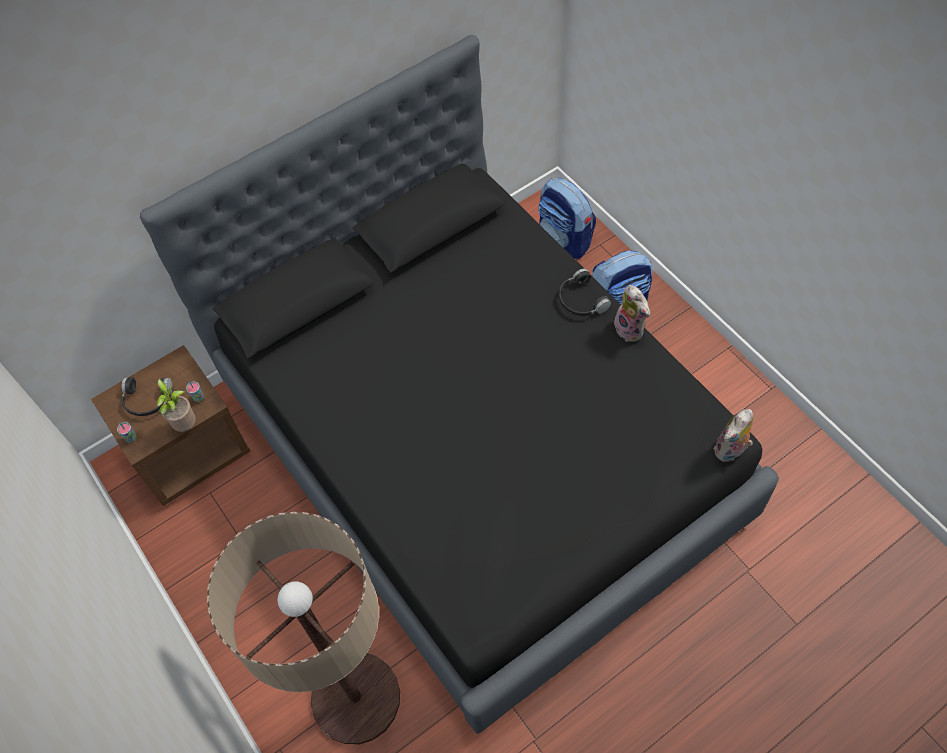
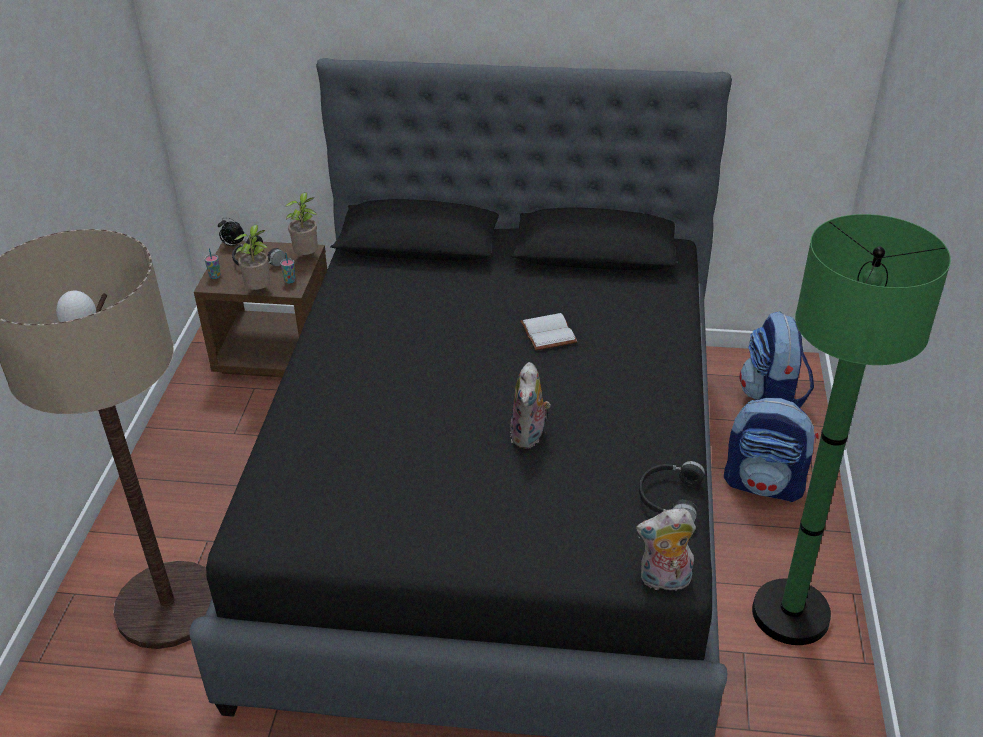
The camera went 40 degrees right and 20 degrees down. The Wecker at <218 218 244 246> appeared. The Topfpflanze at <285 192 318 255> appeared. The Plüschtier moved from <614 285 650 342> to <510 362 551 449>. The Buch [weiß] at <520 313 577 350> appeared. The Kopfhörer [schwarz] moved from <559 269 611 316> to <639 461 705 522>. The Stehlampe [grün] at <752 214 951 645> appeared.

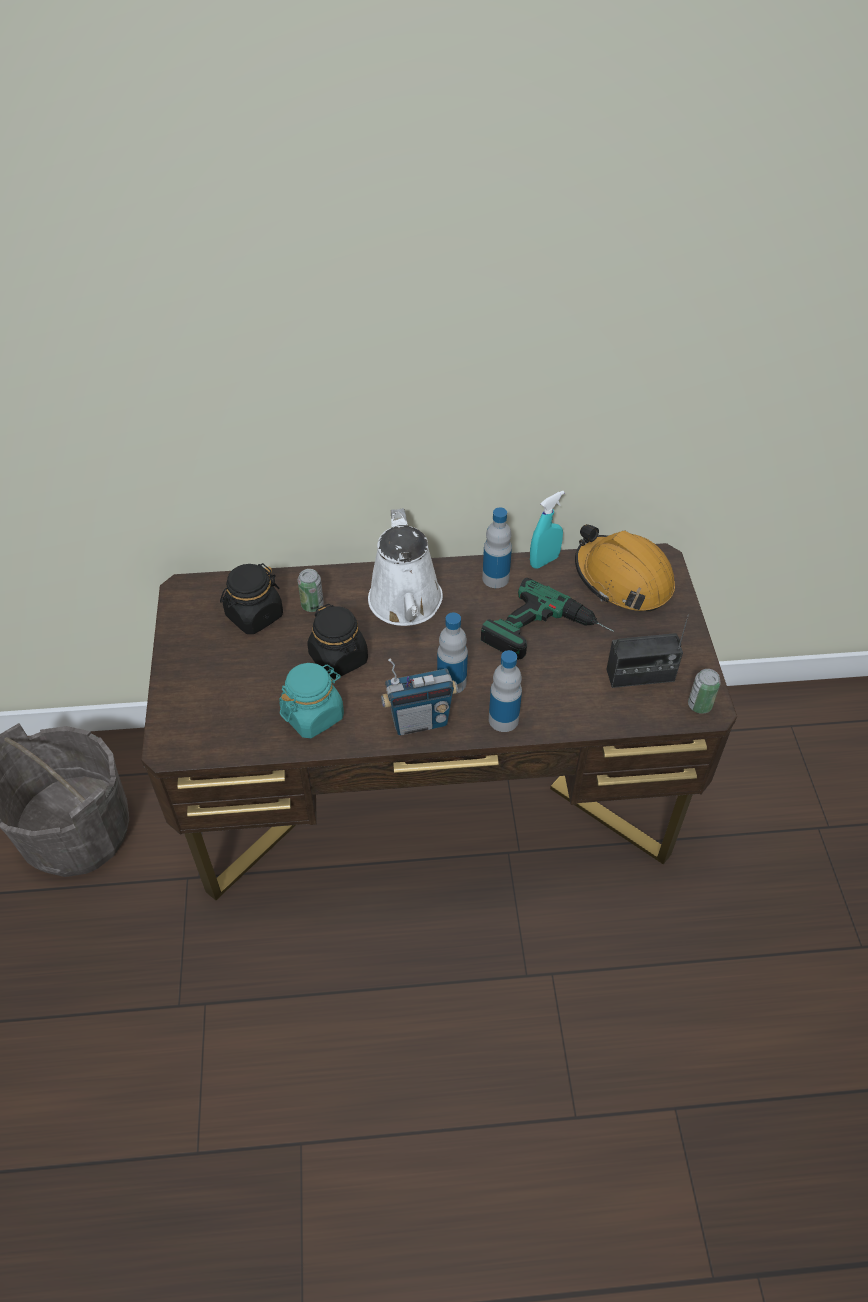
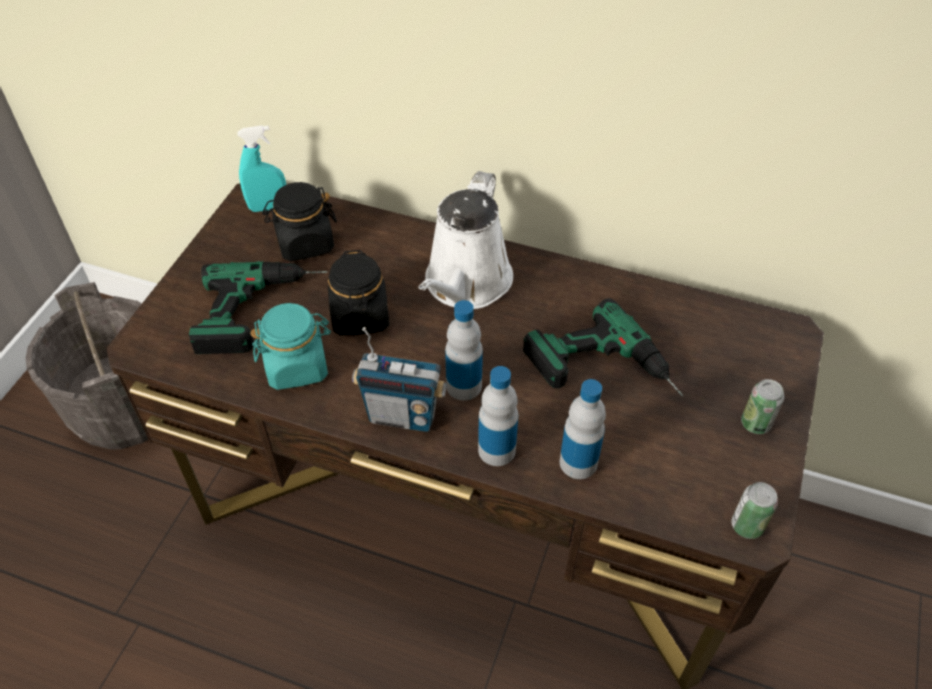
The camera went 25 degrees right and 0 degrees up. The Bohrmaschine at <189 261 328 354> appeared. The Sprühflasche [türkis] moved from <530 491 564 568> to <237 125 286 212>. The Flasche moved from <482 507 512 588> to <559 379 606 479>. The Dose moved from <298 569 324 612> to <741 379 784 434>. The Schutzhelm [orange] at <575 524 675 612> disappeared. The Radio at <606 614 689 688> disappeared.

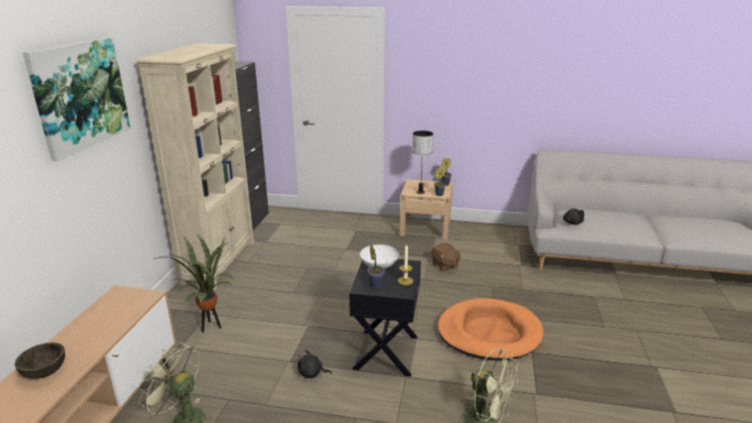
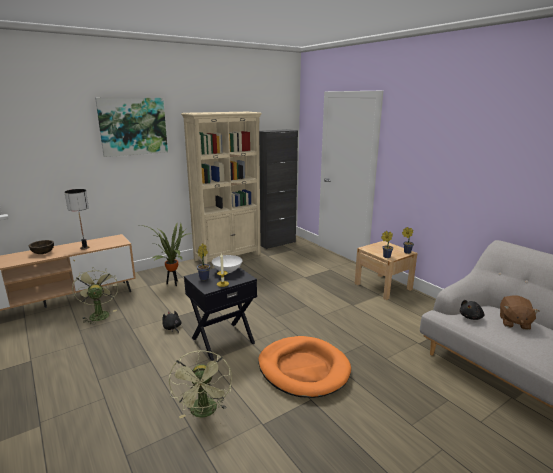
The camera went 45 degrees right and 5 degrees down. The Tischlampe moved from <412 131 433 194> to <64 189 90 250>. The Plüschtier [braun] moved from <431 243 461 271> to <500 295 540 330>.

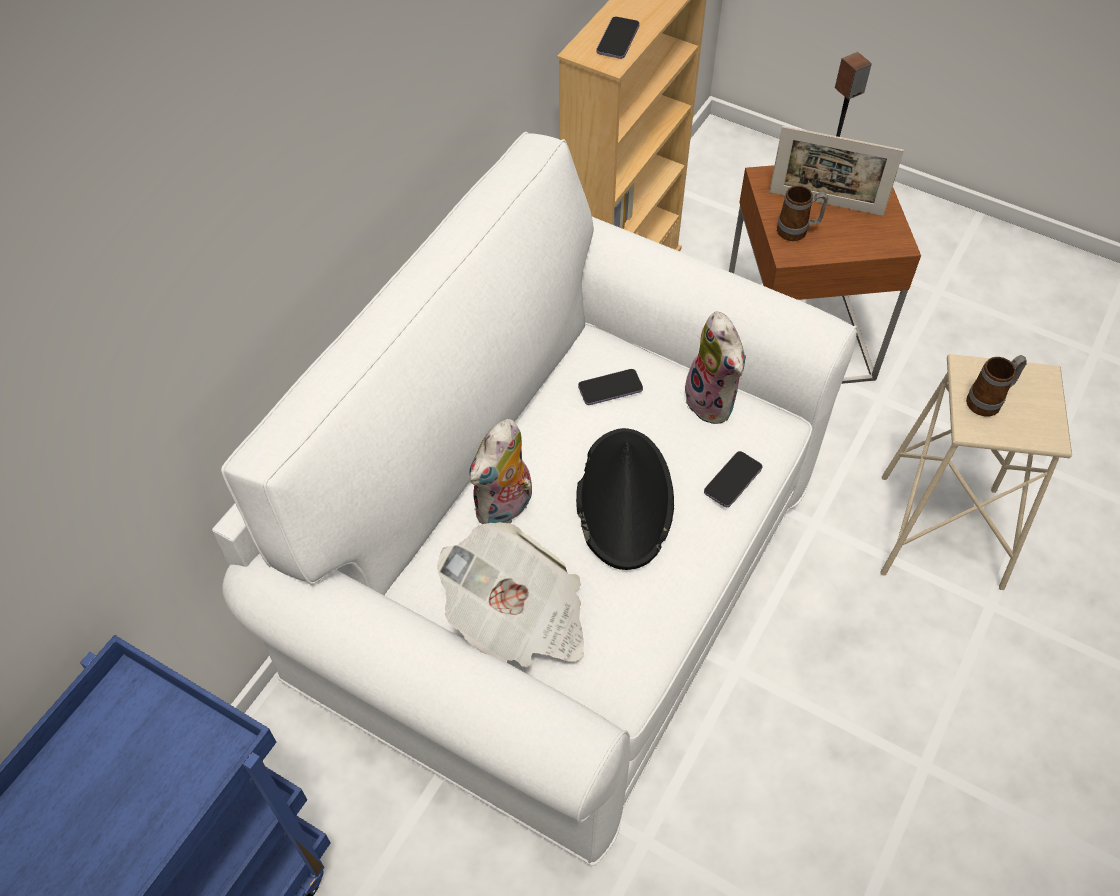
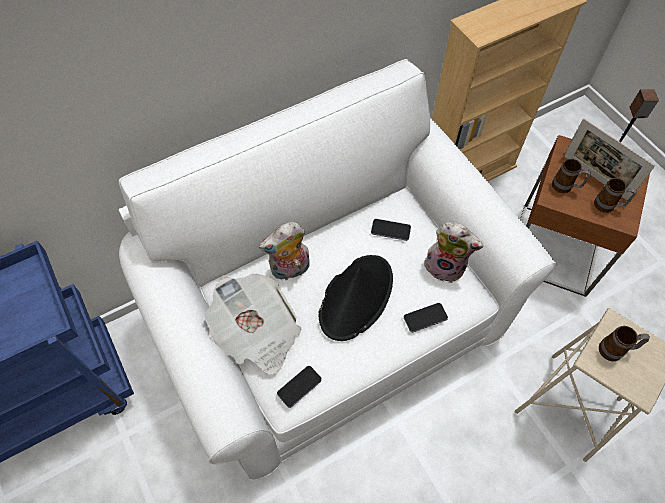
The camera went 30 degrees right and 5 degrees up. The Handy moved from <596 17 640 59> to <277 366 322 408>. The Plüschtier at <685 311 746 424> turned 75 degrees counterclockwise. The Henkelbecher at <594 178 636 213> appeared.

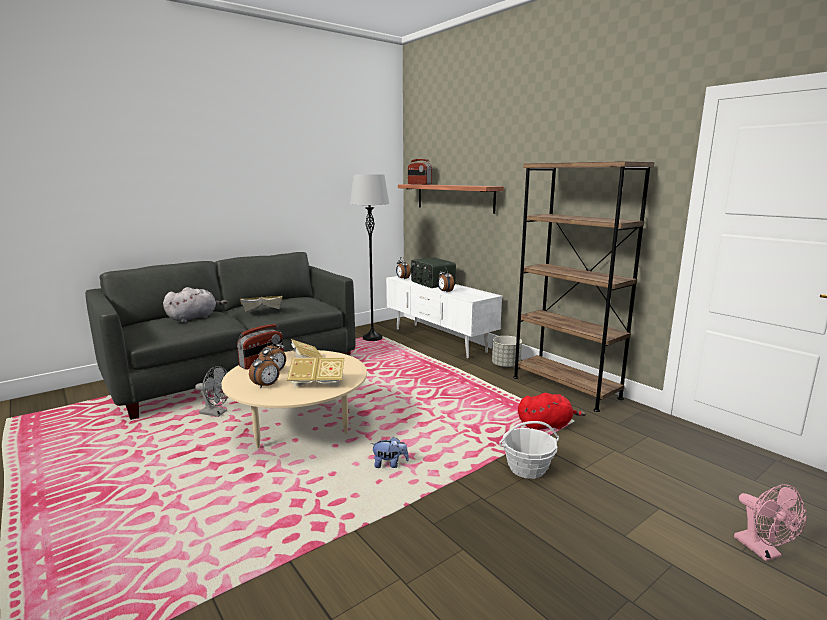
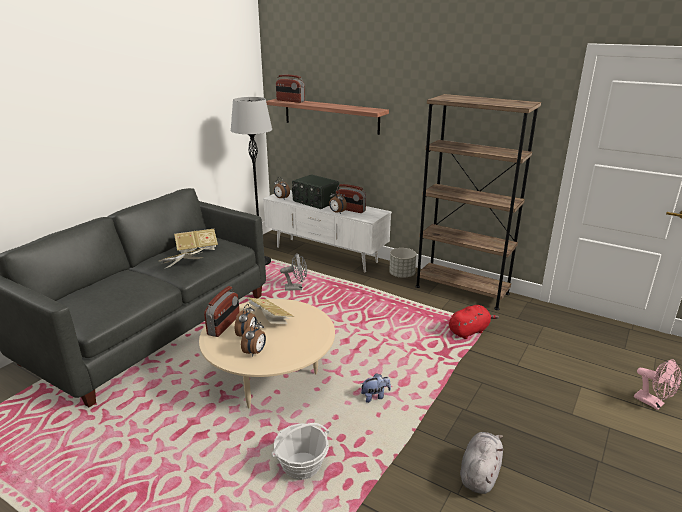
The camera went 20 degrees left and 10 degrees up. The Buch moved from <287 357 344 387> to <174 229 218 254>. The Korb moved from <499 421 559 479> to <271 423 329 480>. The Ventilator [grau] moved from <195 366 228 417> to <280 253 307 291>. The Radio at <336 184 366 213> appeared. The Plüschtier [grau] moved from <163 287 227 323> to <460 432 503 494>.

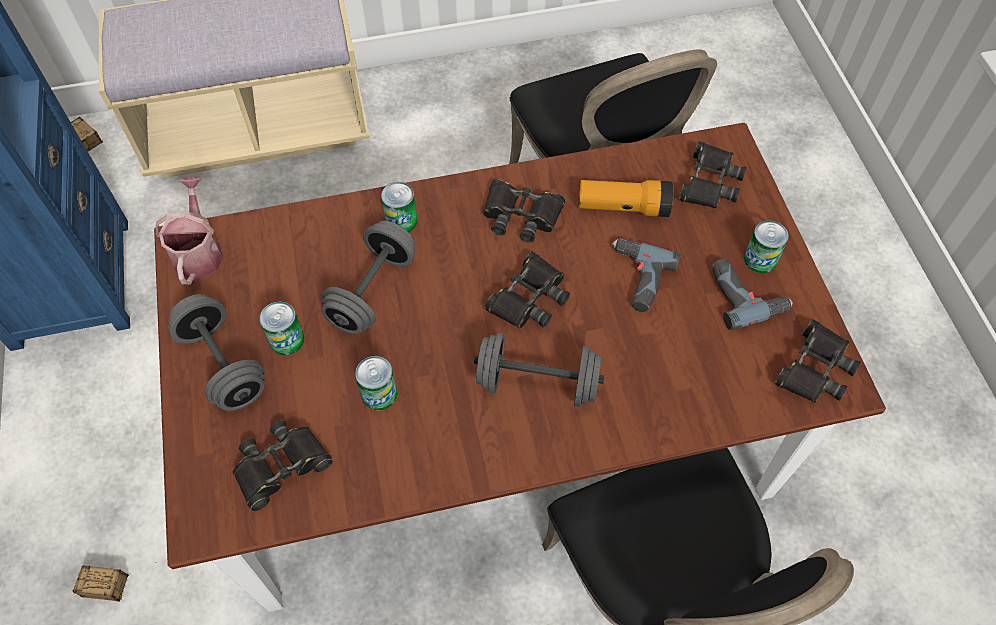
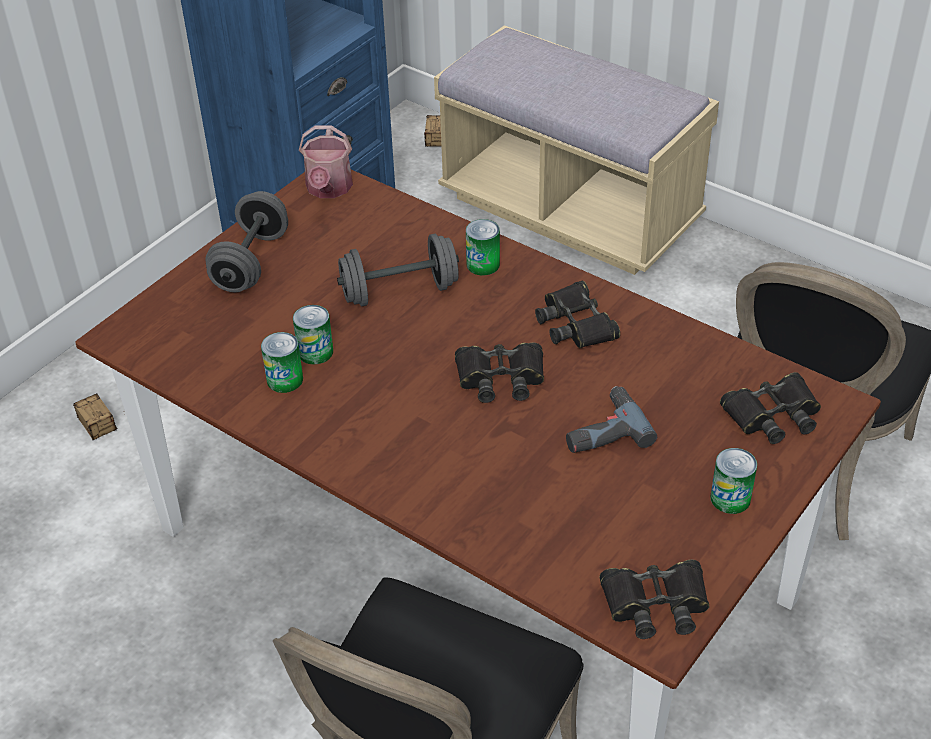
The camera went 50 degrees right and 15 degrees down. The Dose moved from <259 301 304 355> to <261 332 303 393>. The Gießkanne at <156 177 223 285> turned 135 degrees clockwise. The Fernglas [schwarz] at <232 420 333 511> disappeared. The Hantel [grau] at <474 333 604 407> disappeared. The Taschenlampe at <579 180 673 217> disappeared. The Bohrmaschine at <712 258 793 330> disappeared.

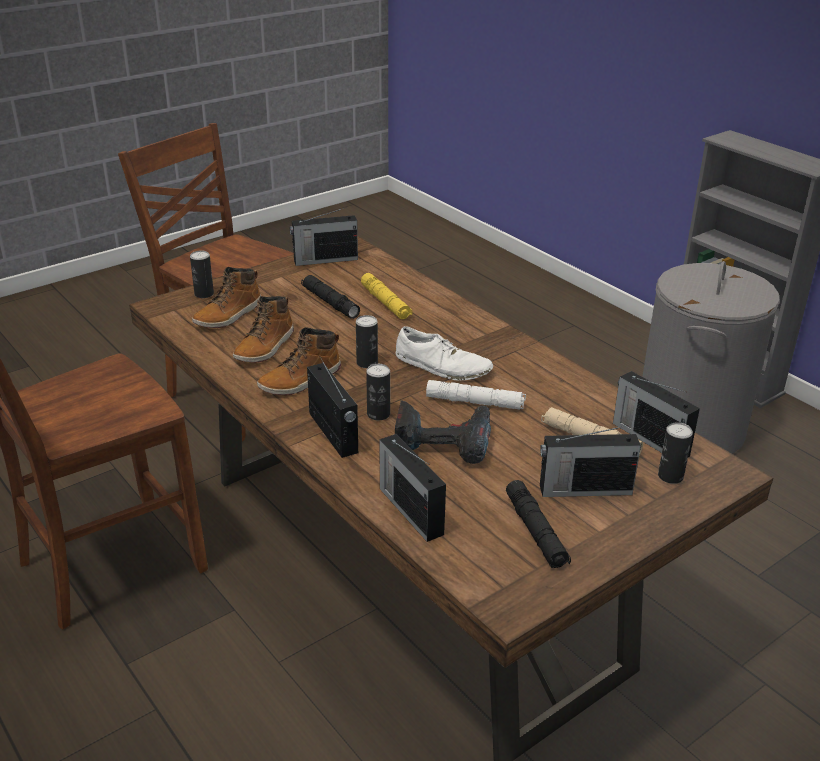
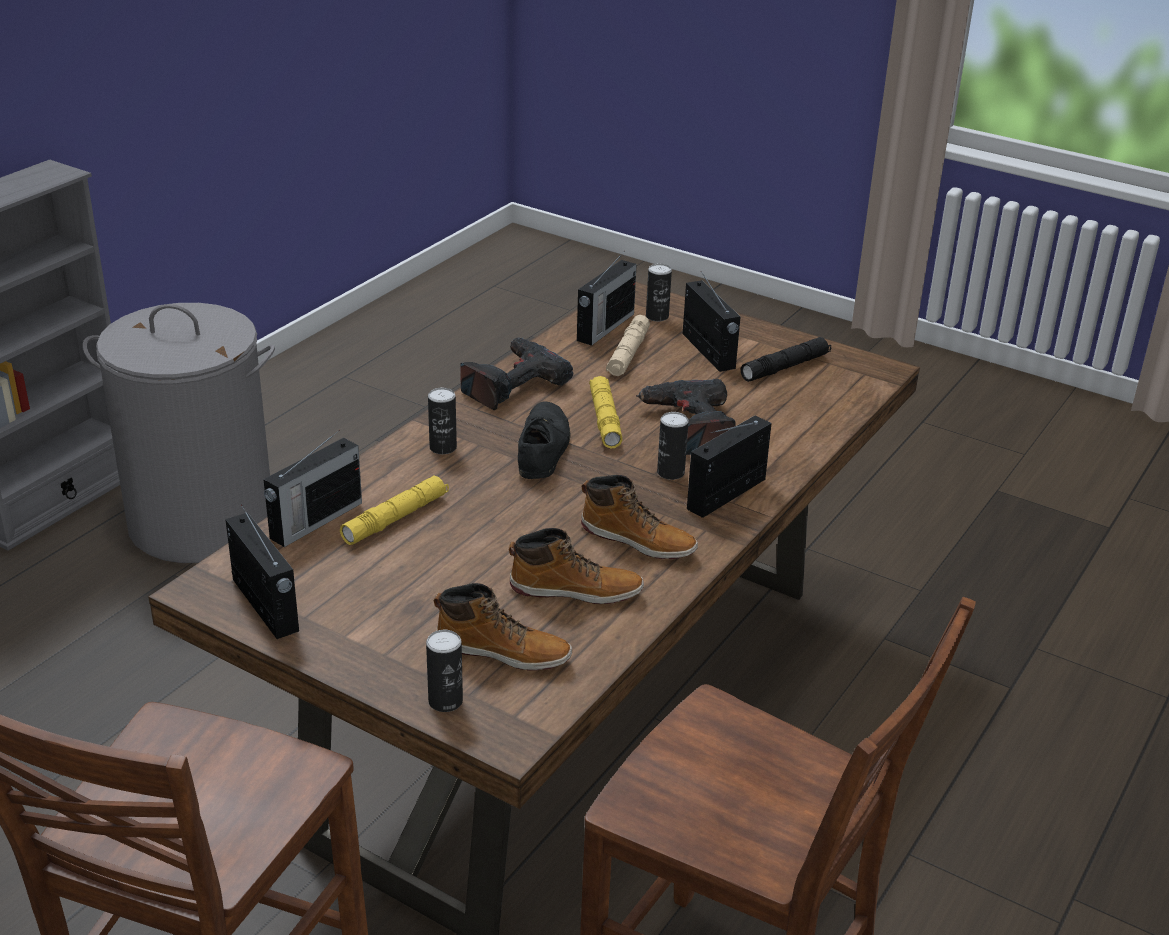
The camera went 110 degrees left and 0 degrees up. The Radio moved from <379 434 446 542> to <263 430 362 547>. The Dose moved from <356 315 378 368> to <428 388 457 454>. The Bohrmaschine at <460 337 573 410> appeared. The Schuh [weiß] at <395 326 493 381> became the Schuh [schwarz] at <518 402 571 479>. The Taschenlampe [weiß] at <426 380 526 410> became the Taschenlampe [gelb] at <589 376 623 448>. The Taschenlampe [schwarz] at <301 275 360 319> disappeared.

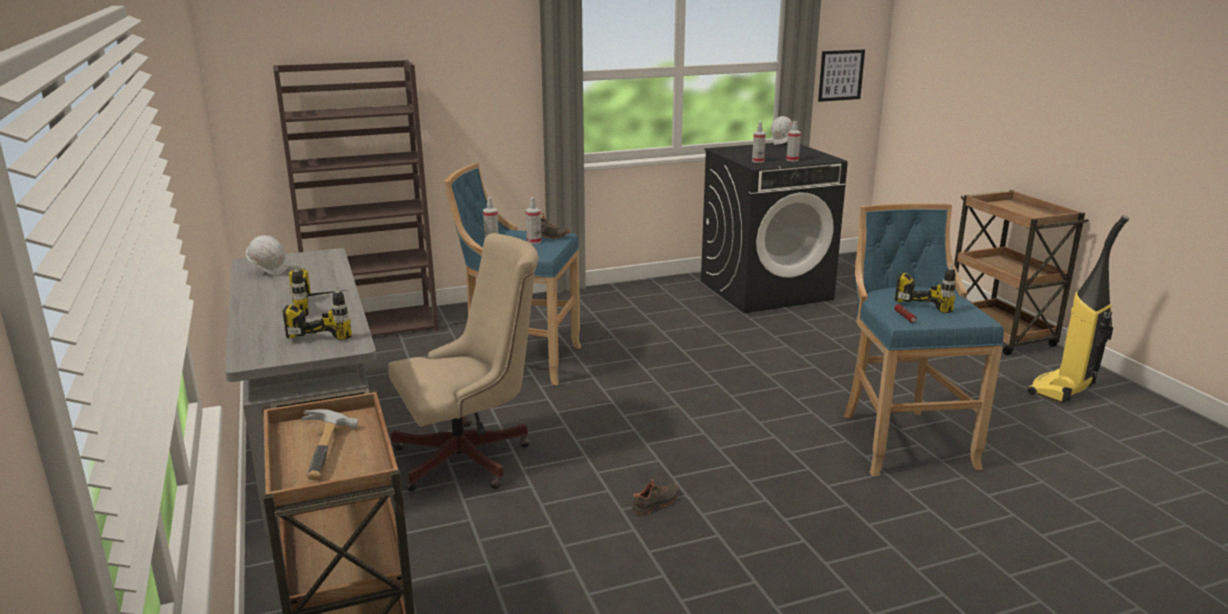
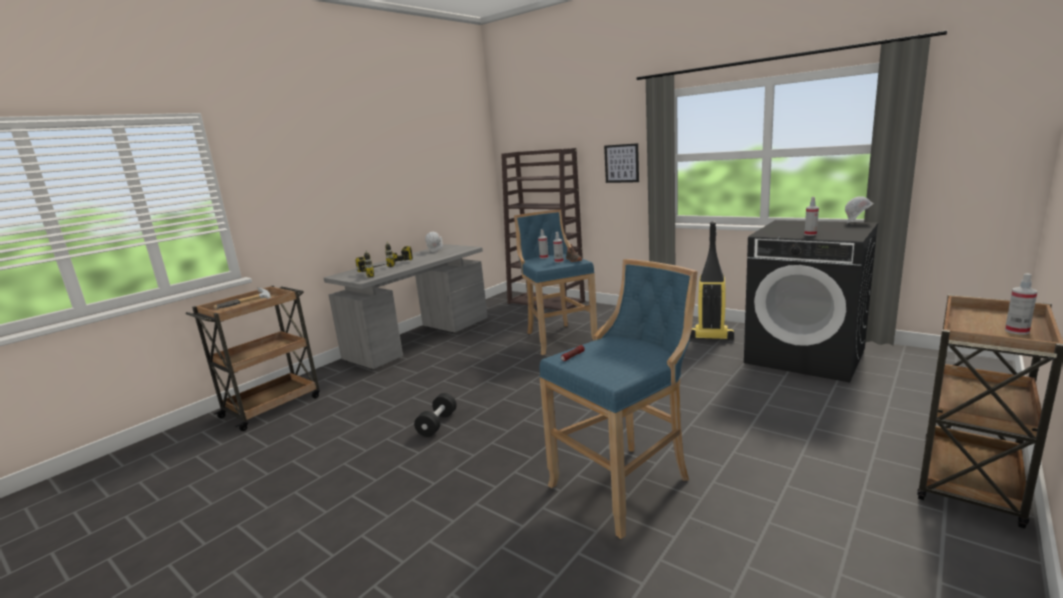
The camera went 60 degrees right and 5 degrees down. The Schuh [schwarz] at <632 479 679 515> was replaced by the Hantel [schwarz] at <414 393 457 437>. The Bild moved from <818 50 865 102> to <604 143 639 183>. The Staubsauger moved from <1027 215 1129 404> to <690 221 734 341>. The Sprühflasche moved from <752 122 766 163> to <1005 273 1038 335>. The Bürostuhl [beige] at <388 233 539 491> disappeared. The Bohrmaschine at <895 264 956 313> disappeared.

